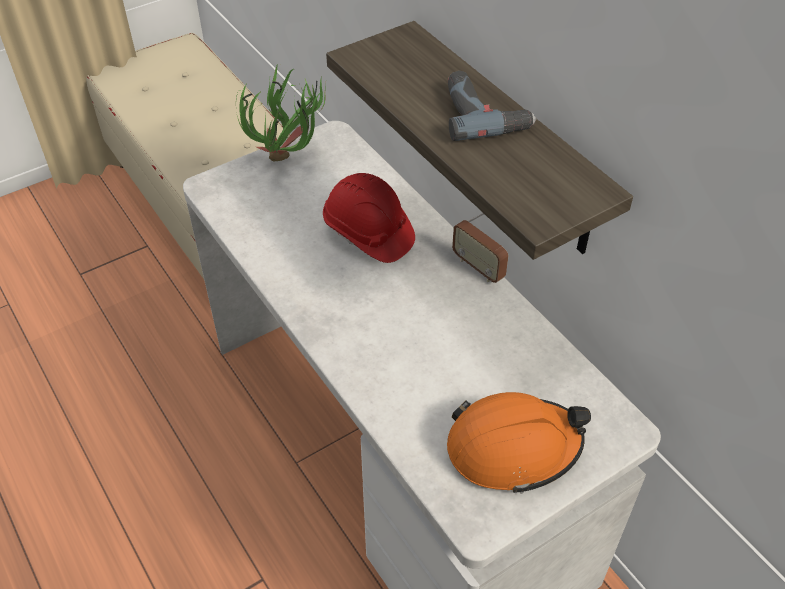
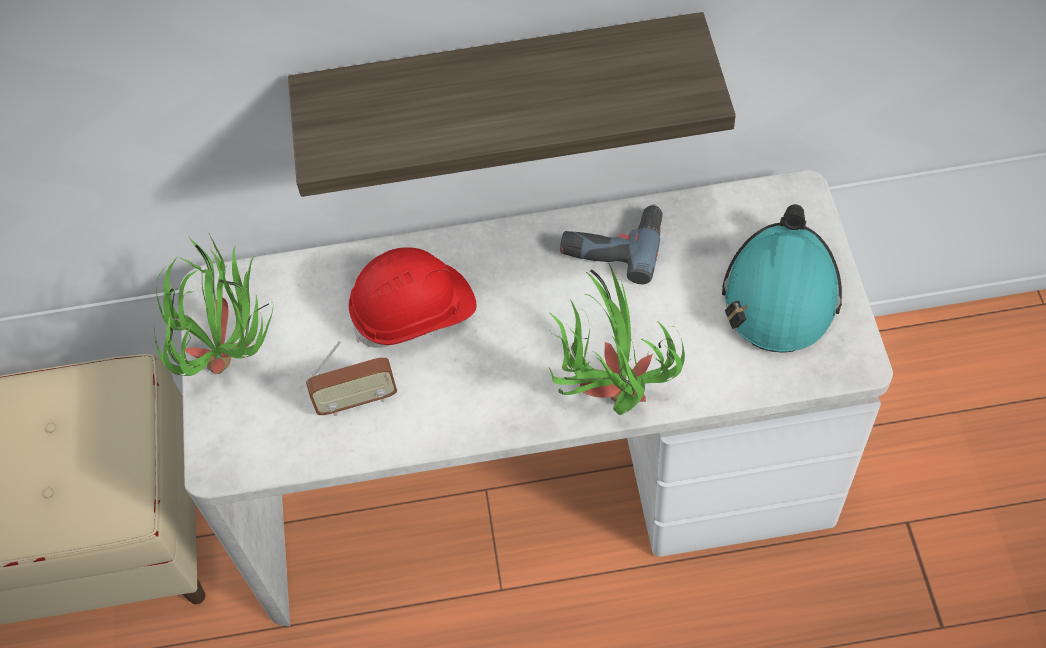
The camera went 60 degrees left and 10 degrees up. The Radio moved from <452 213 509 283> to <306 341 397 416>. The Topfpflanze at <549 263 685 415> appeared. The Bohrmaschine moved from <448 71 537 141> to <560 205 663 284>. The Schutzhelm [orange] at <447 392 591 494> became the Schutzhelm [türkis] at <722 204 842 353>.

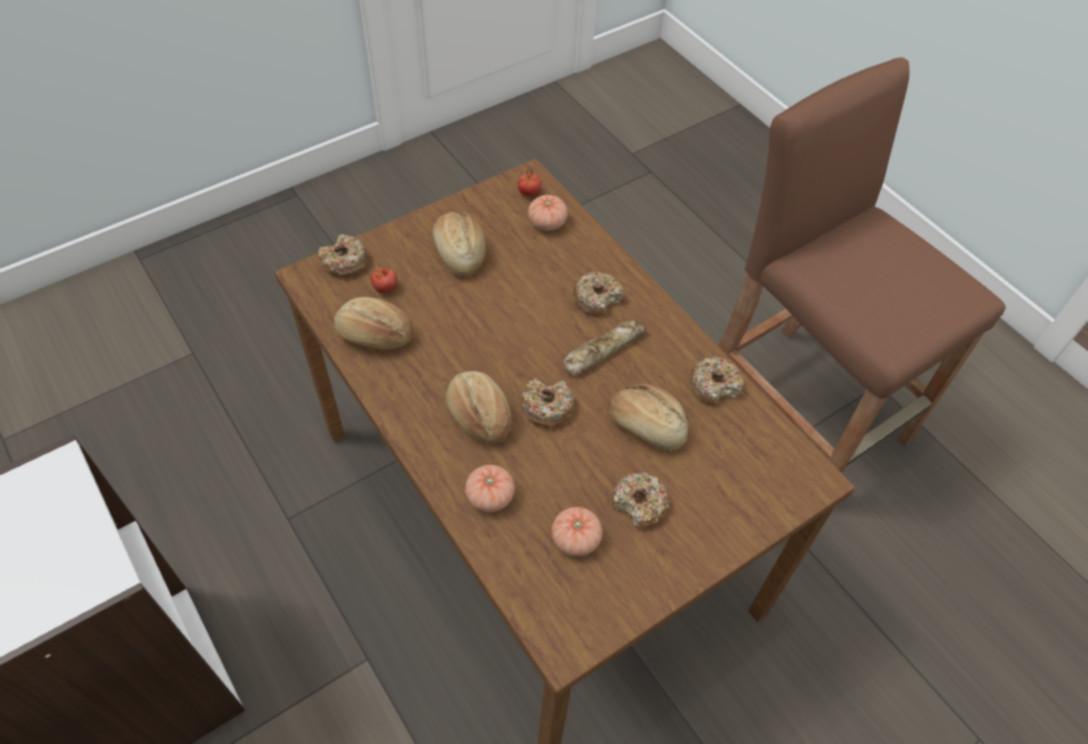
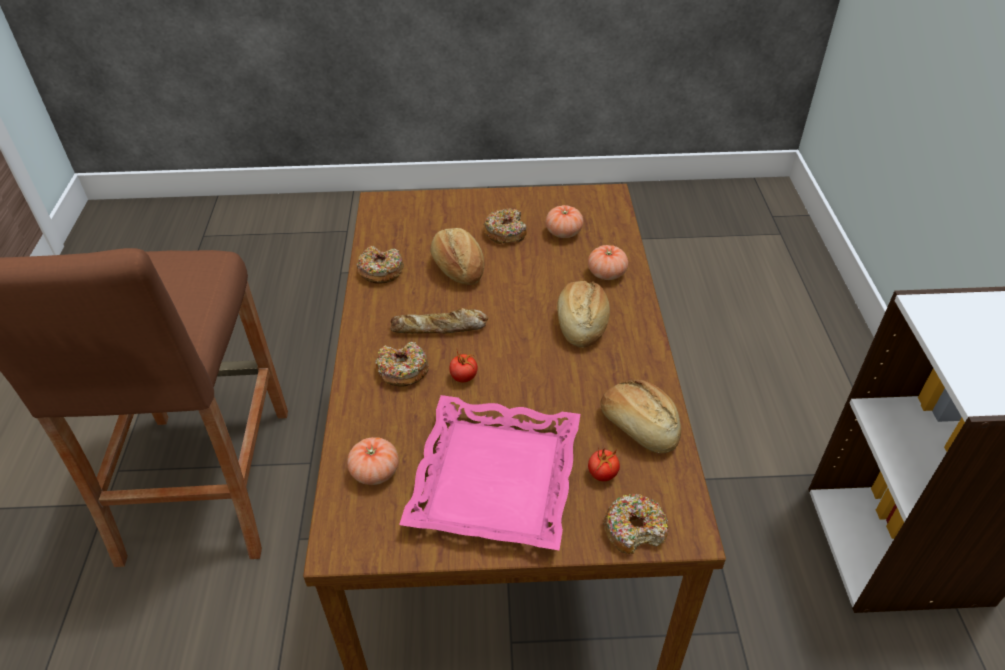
The camera went 145 degrees left and 10 degrees down. The Brot at <433 211 486 277> was replaced by the Tablett [rosa] at <399 395 580 550>. The Tomate moved from <518 168 542 197> to <449 348 477 382>. The Donut at <521 378 574 427> disappeared.

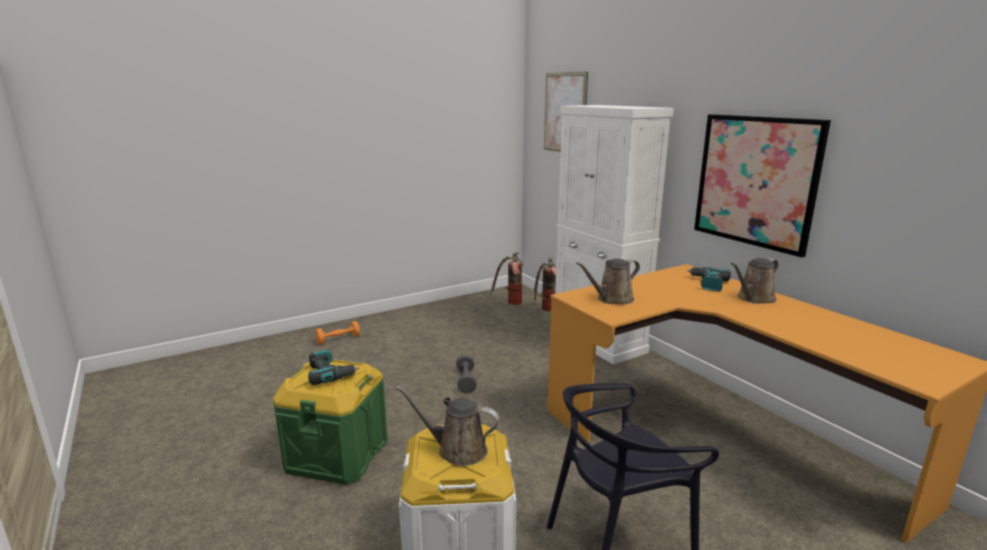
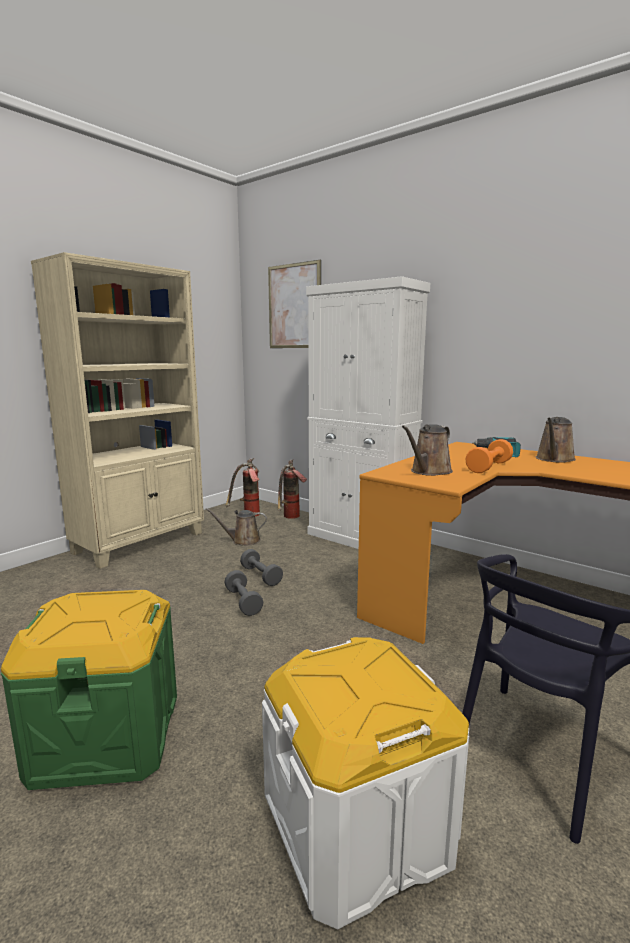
The camera went 20 degrees left and 5 degrees down. The Bücherregal [beige] at <31 252 204 569> appeared. The Gießkanne [braun] moved from <396 386 500 466> to <205 508 267 546>. The Hantel [grau] at <240 549 283 586> appeared. The Hantel [orange] moved from <315 321 360 345> to <465 439 513 473>. The Bohrmaschine at <308 350 360 385> disappeared. The Bild at <694 114 831 258> disappeared.

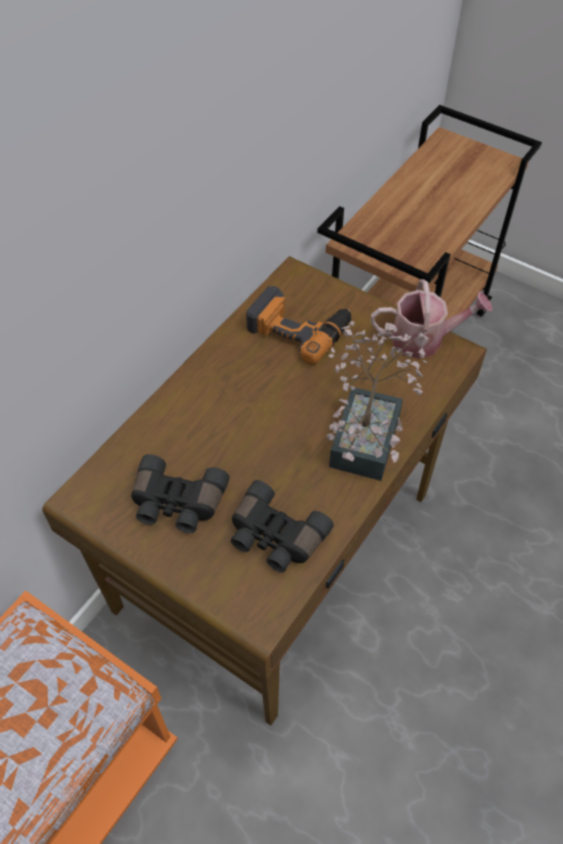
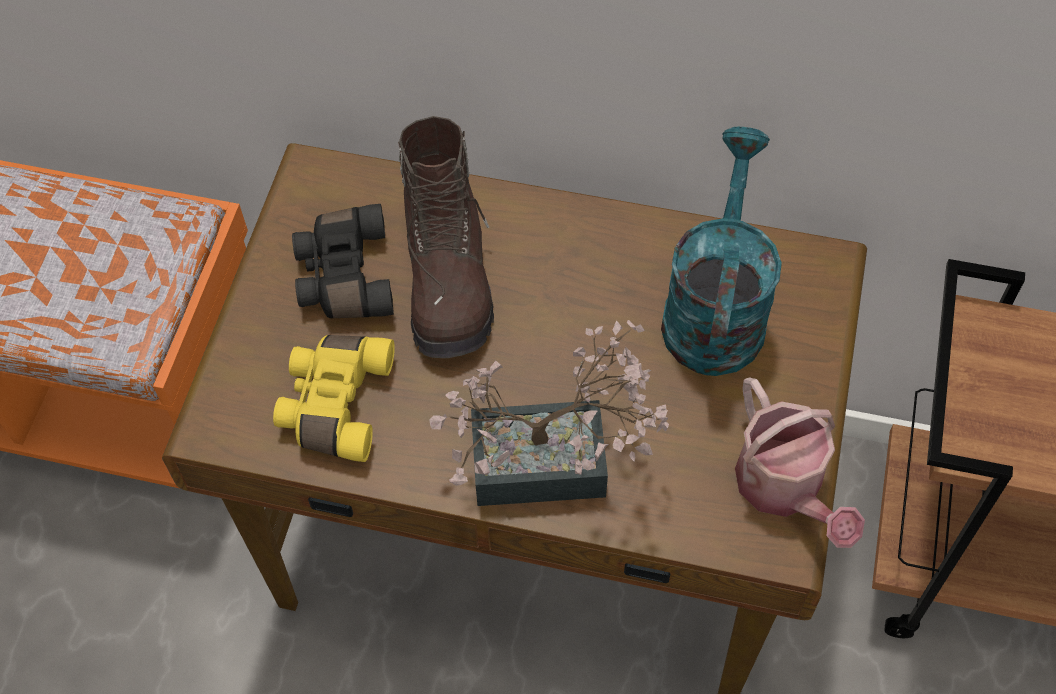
The camera went 70 degrees right and 5 degrees up. The Fernglas [schwarz] at <231 480 334 573> became the Fernglas [gelb] at <273 335 395 462>. The Stiefel [braun] at <398 116 494 358> appeared. The Bohrmaschine at <246 286 351 364> was replaced by the Gießkanne [türkis] at <661 127 782 376>.

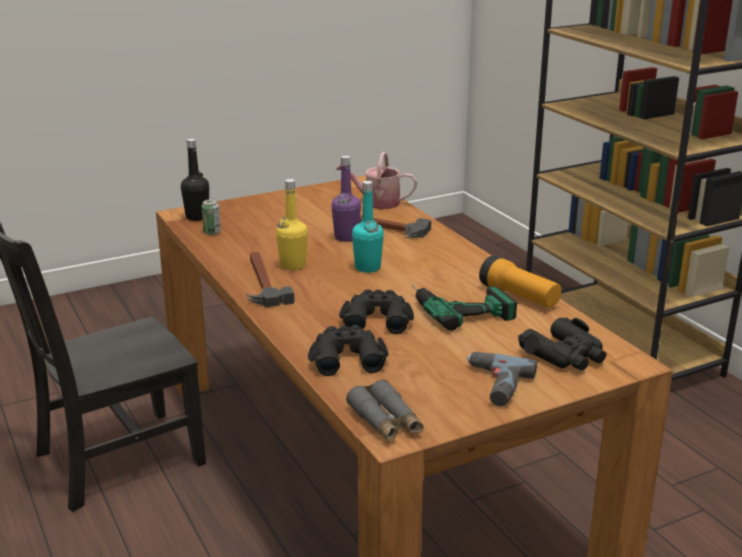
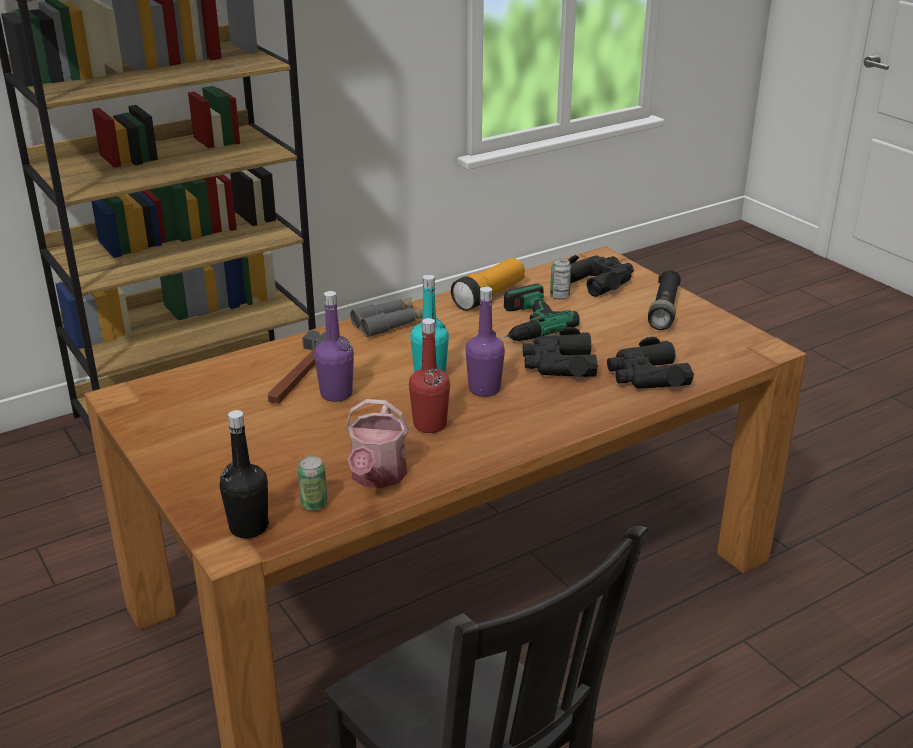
The camera went 95 degrees left and 5 degrees up. The Gießkanne moved from <336 152 417 209> to <345 399 409 488>. The Fernglas [grau] moved from <346 380 424 442> to <350 298 423 337>. The Flasche [gelb] at <276 179 308 270> became the Flasche [rot] at <409 318 450 433>. The Flasche [lila] at <466 287 505 397> appeared. The Dose at <550 259 571 300> appeared. The Bohrmaschine at <467 352 537 406> was replaced by the Taschenlampe [schwarz] at <648 270 681 330>. The Hammer at <246 252 295 307> disappeared.

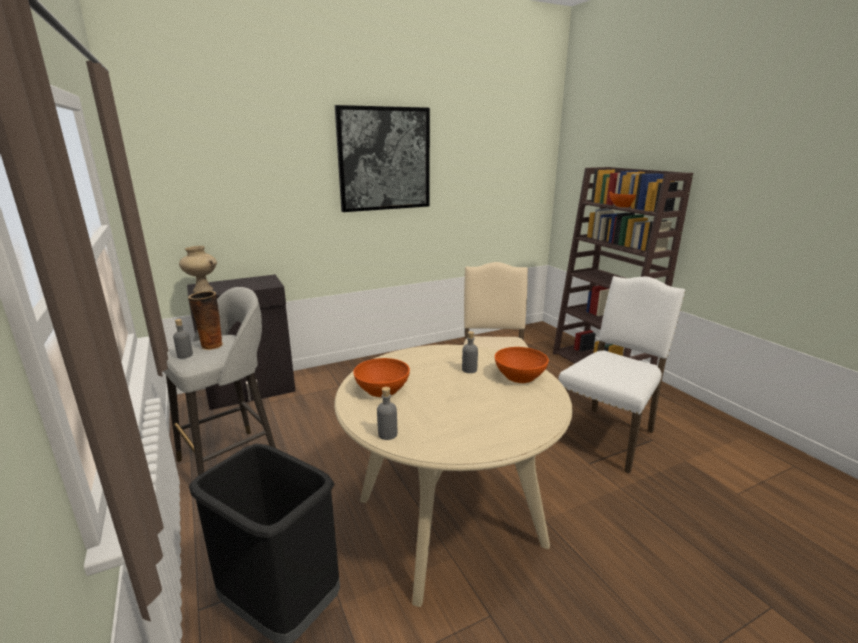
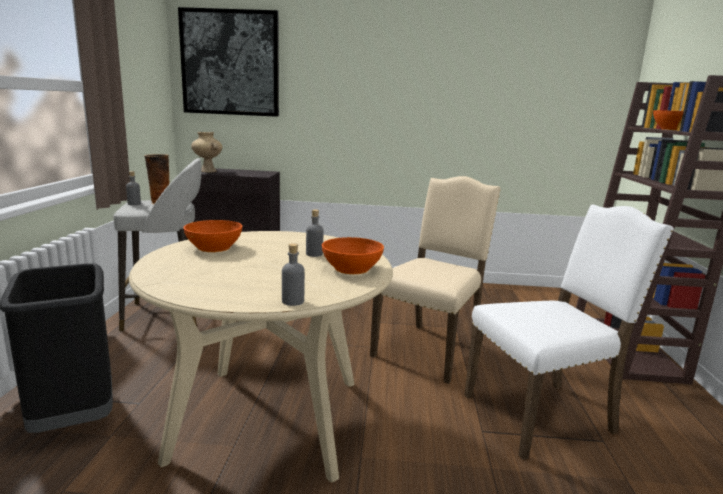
The camera went 30 degrees right and 5 degrees down. The Bild moved from <335 105 430 212> to <178 7 279 117>. The Flasche [grau] moved from <377 387 397 440> to <282 243 305 306>.

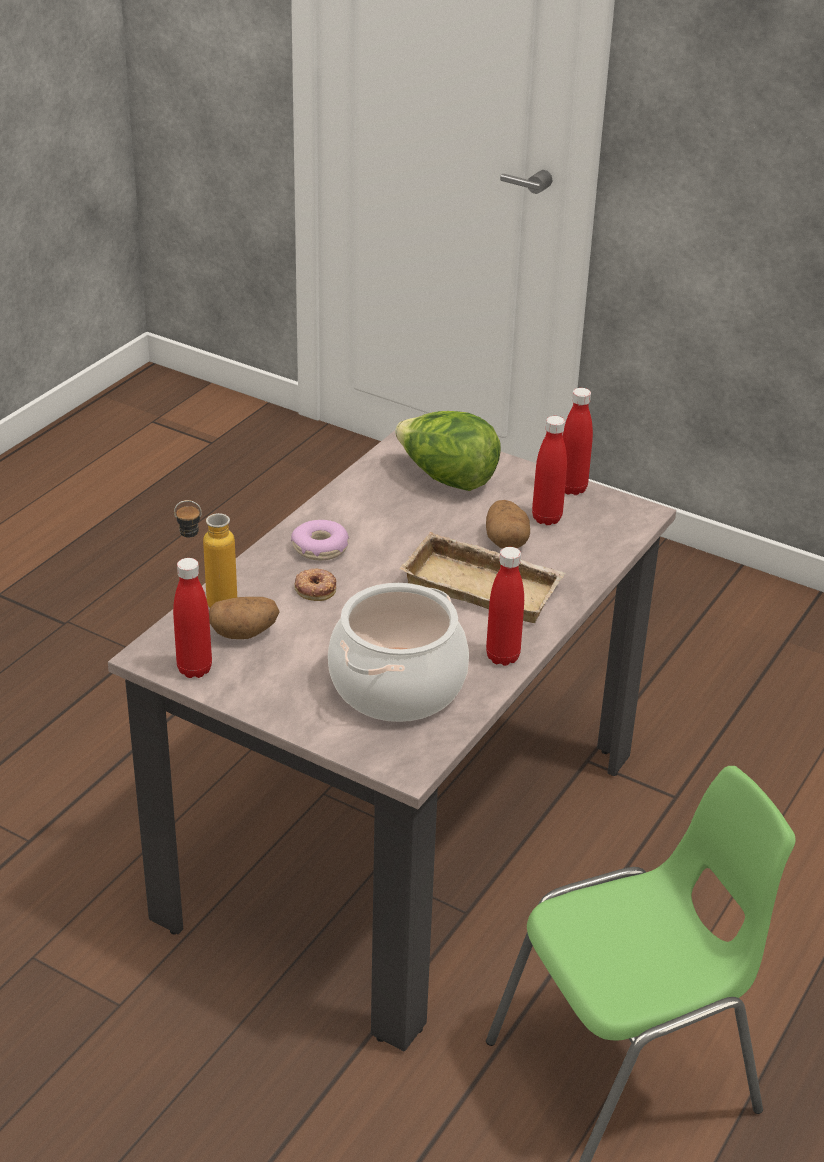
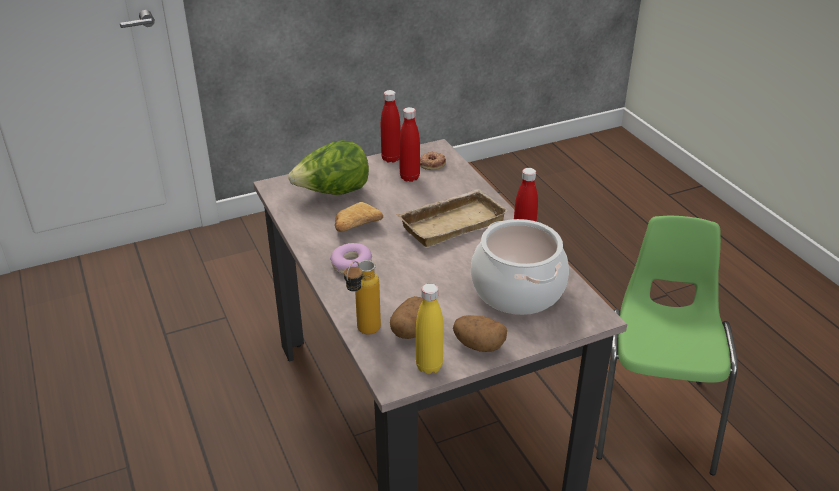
The camera went 55 degrees left and 0 degrees up. The Brot at <335 202 383 232> appeared. The Flasche [rot] at <173 558 212 678> became the Flasche [gelb] at <416 283 443 374>. The Donut moved from <294 568 336 601> to <420 152 446 170>. The Kartoffel moved from <486 500 530 549> to <453 315 507 352>.

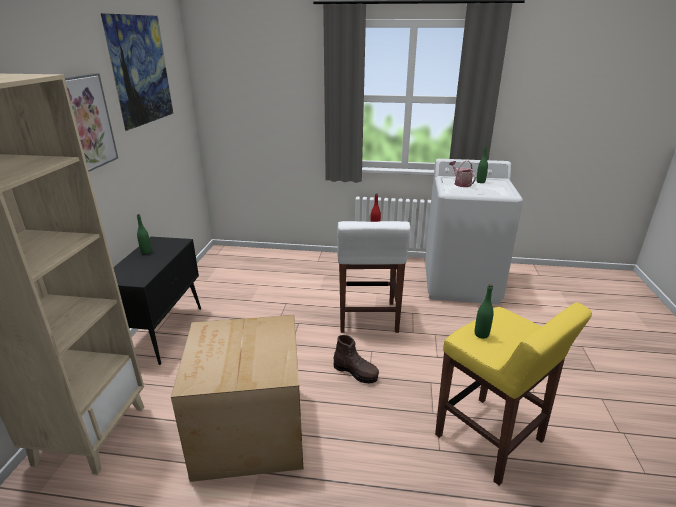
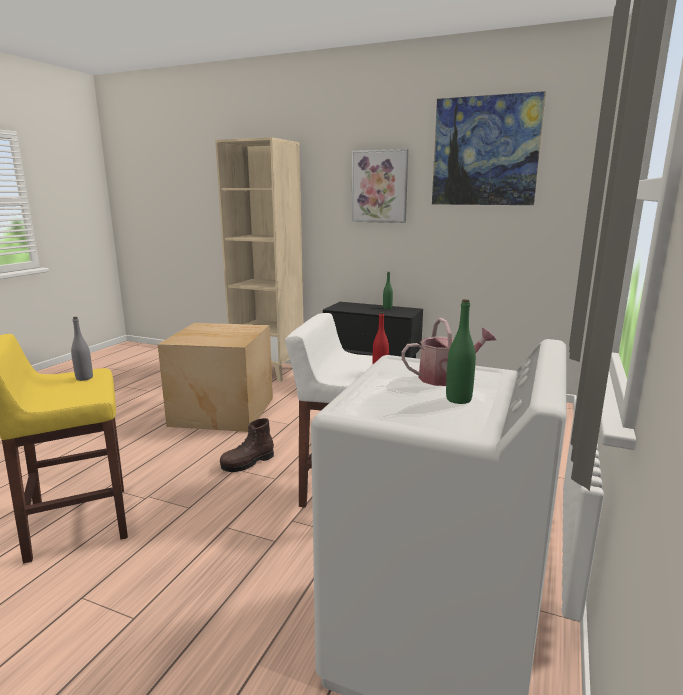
The camera went 105 degrees right and 10 degrees down. The Flasche [grün] at <475 284 494 339> became the Flasche [grau] at <71 317 93 381>.

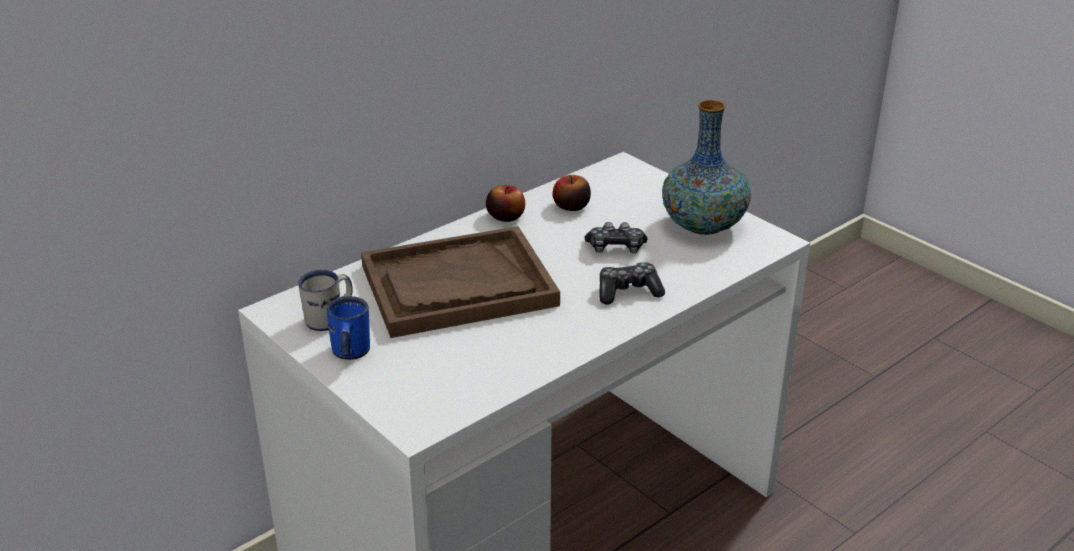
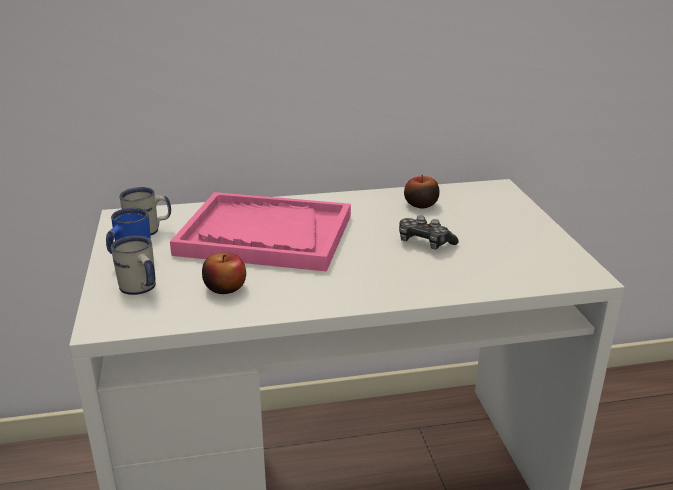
The camera went 30 degrees right and 5 degrees down. The Henkelbecher [weiß] at <111 236 156 295> appeared. The Tablett [braun] at <361 226 560 338> became the Tablett [rosa] at <170 192 351 272>. The Apfel moved from <486 185 525 222> to <202 253 246 294>. The Gamepad at <599 262 665 304> disappeared. The Vase at <662 100 751 235> disappeared.

